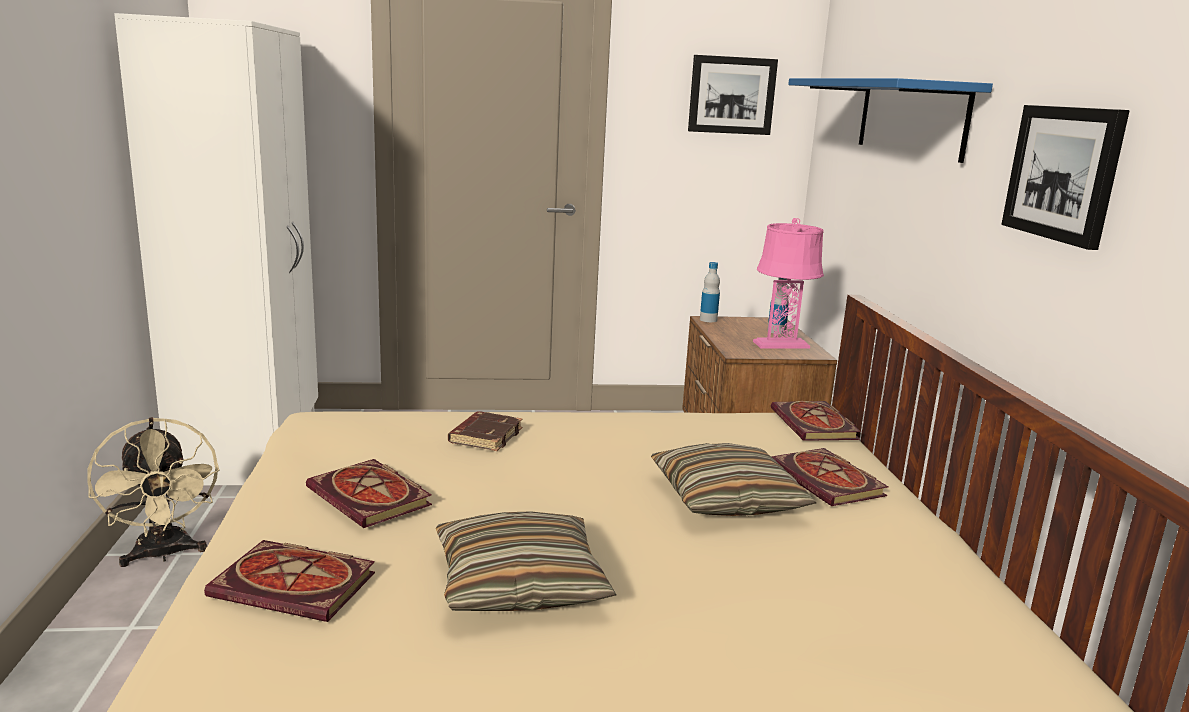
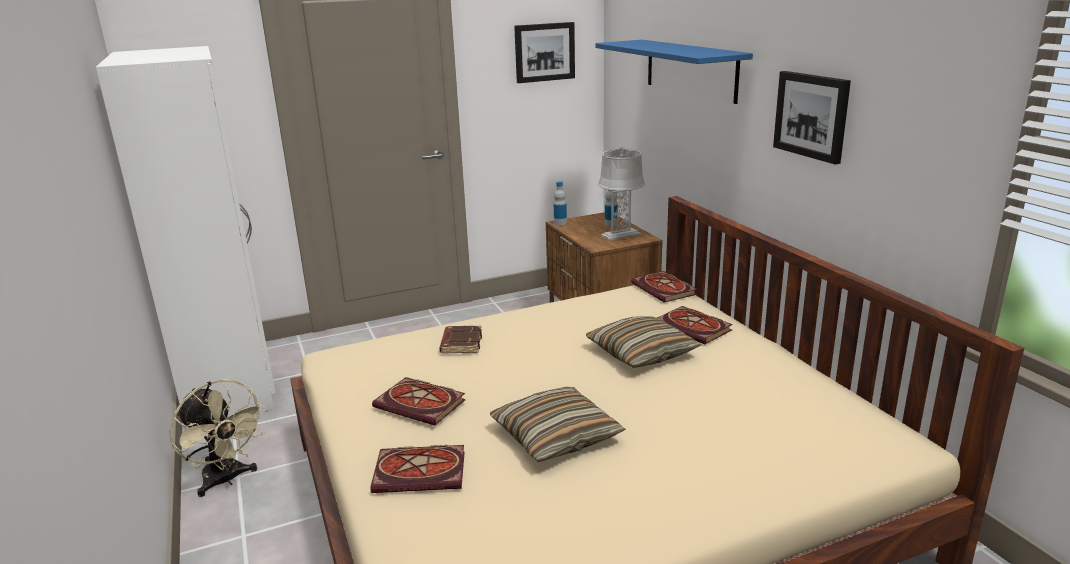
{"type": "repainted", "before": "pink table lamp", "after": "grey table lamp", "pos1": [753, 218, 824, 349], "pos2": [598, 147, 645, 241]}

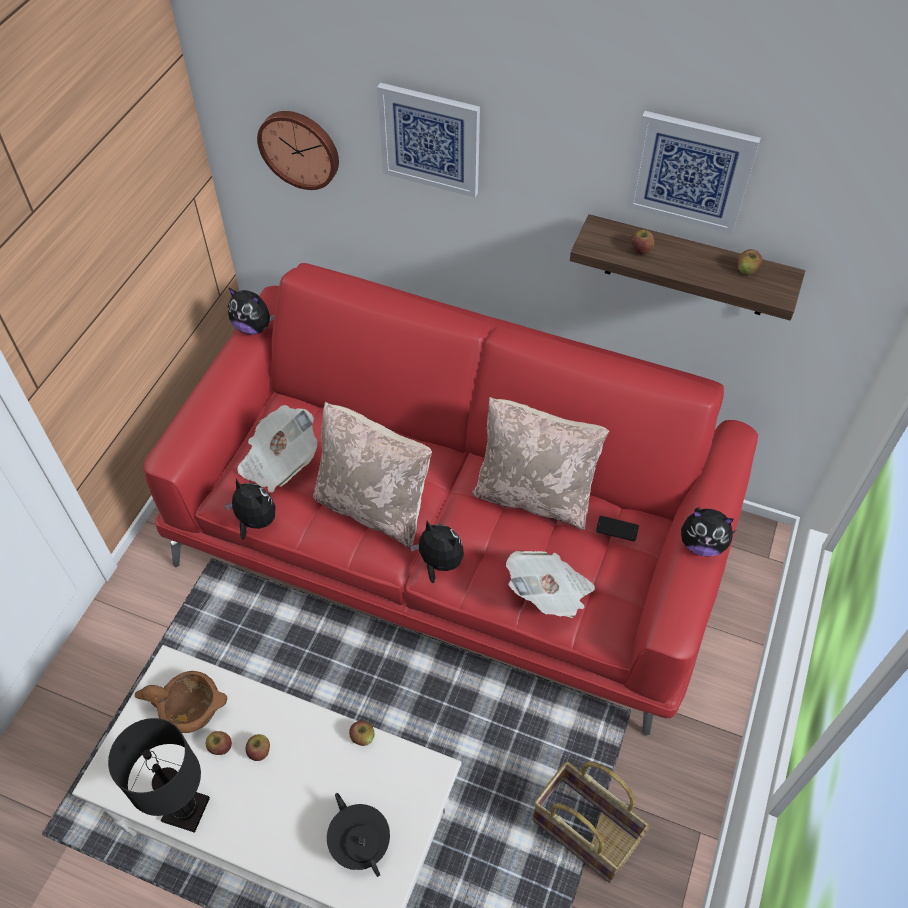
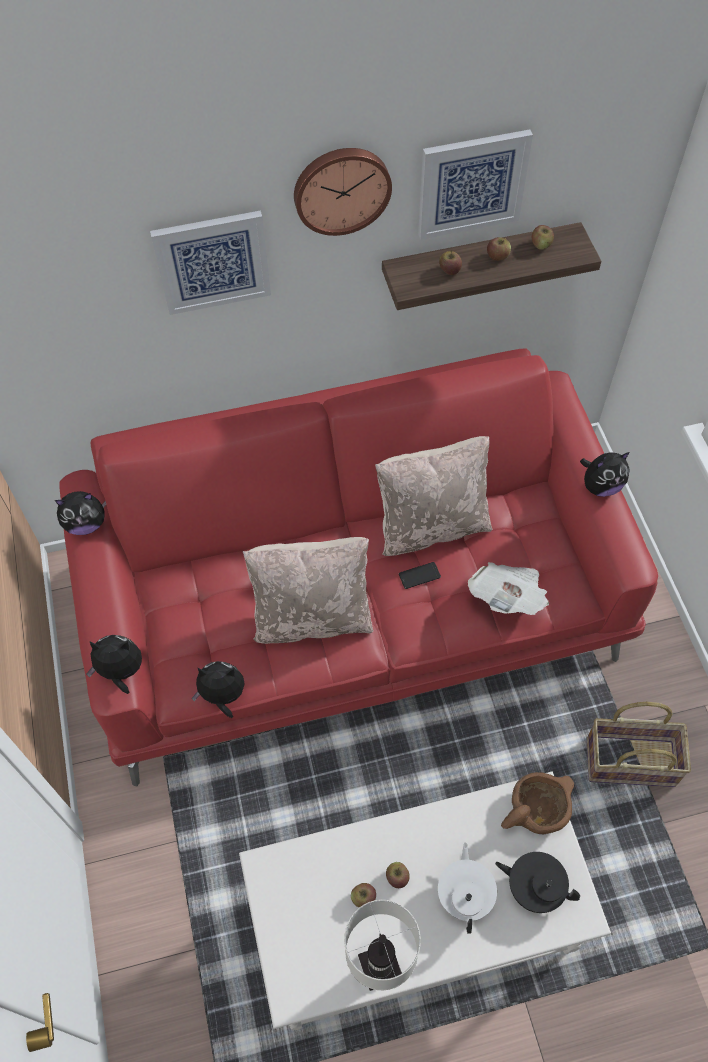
{"type": "shifted", "before": "wall clock", "pos1": [257, 111, 339, 190], "pos2": [294, 148, 392, 236]}
{"type": "gone", "before": "newspaper", "pos1": [237, 405, 317, 492]}
{"type": "shifted", "before": "phone", "pos1": [596, 516, 639, 541], "pos2": [399, 562, 441, 589]}
{"type": "shifted", "before": "plush toy", "pos1": [410, 521, 464, 583], "pos2": [86, 635, 142, 694]}
{"type": "shifted", "before": "brown bowl", "pos1": [135, 671, 227, 733], "pos2": [501, 772, 574, 834]}
{"type": "repainted", "before": "black table lamp", "after": "white table lamp", "pos1": [108, 718, 210, 833], "pos2": [344, 900, 421, 991]}
{"type": "shifted", "before": "apple", "pos1": [349, 721, 374, 746], "pos2": [487, 237, 511, 261]}
{"type": "new", "after": "white teapot", "pos2": [438, 843, 497, 934]}

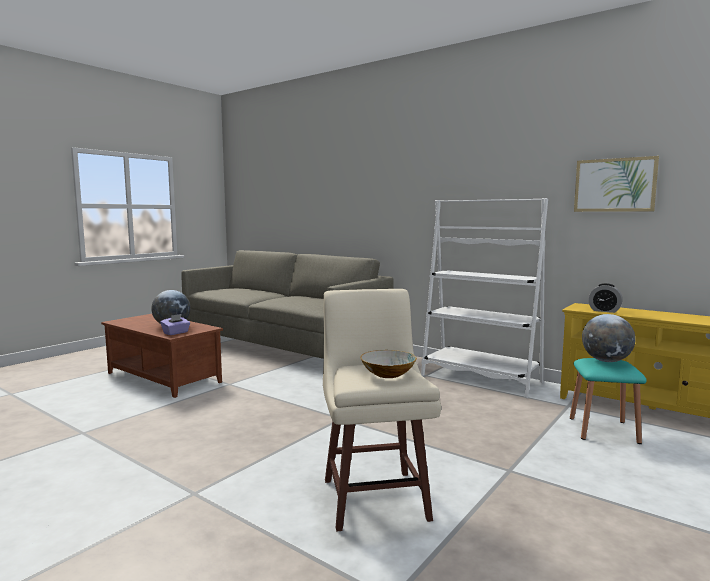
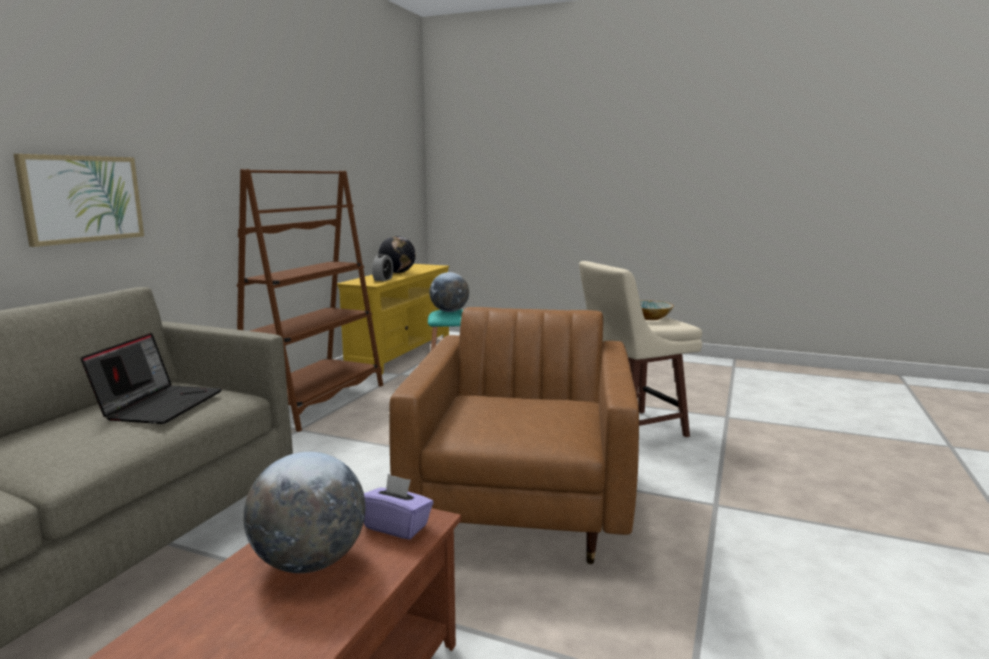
{"type": "shifted", "before": "picture", "pos1": [574, 156, 659, 212], "pos2": [14, 154, 144, 247]}
{"type": "repainted", "before": "white bookcase", "after": "brown bookcase", "pos1": [421, 198, 548, 398], "pos2": [237, 169, 383, 432]}
{"type": "new", "after": "globe", "pos2": [378, 236, 416, 273]}
{"type": "new", "after": "brown armchair", "pos2": [389, 307, 639, 564]}
{"type": "new", "after": "laptop", "pos2": [81, 333, 222, 424]}

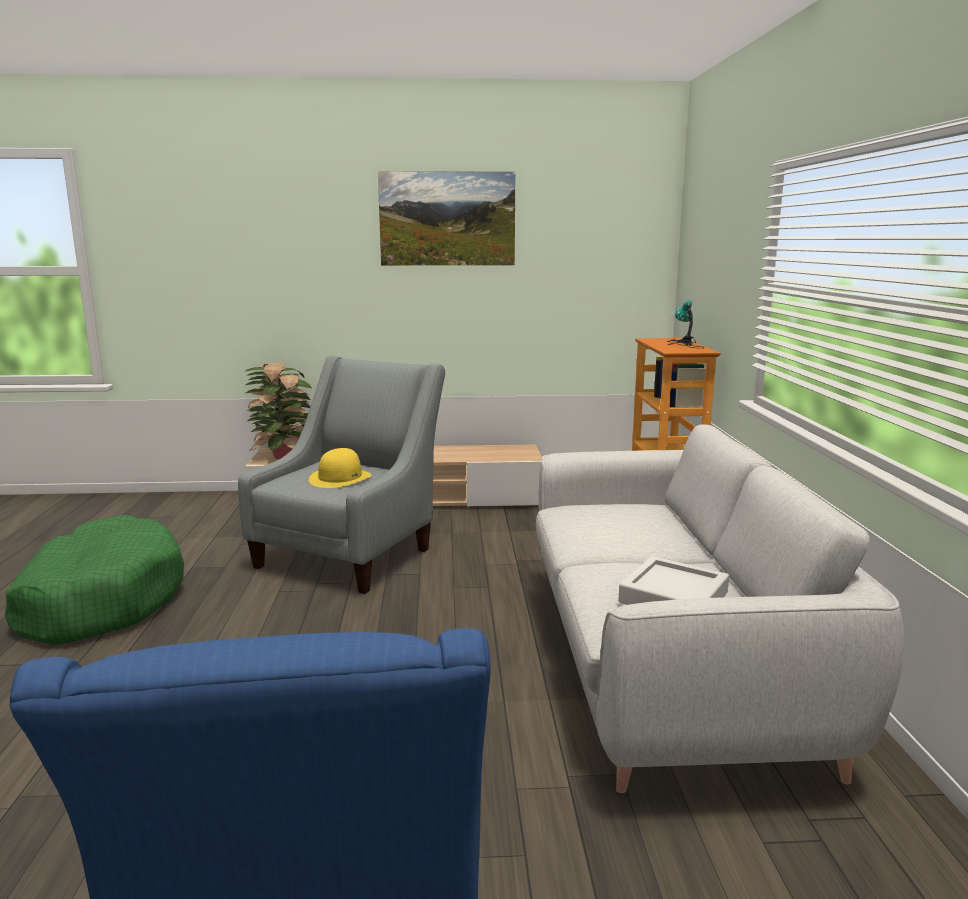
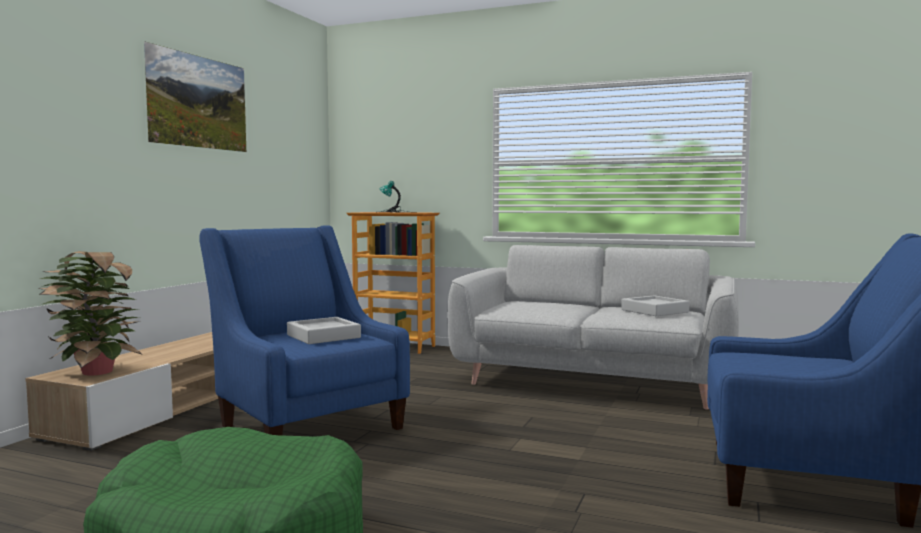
{"type": "repainted", "before": "grey armchair", "after": "blue armchair", "pos1": [238, 356, 445, 594], "pos2": [199, 225, 410, 435]}
{"type": "swapped", "before": "yellow hat", "after": "grey tray", "pos1": [309, 448, 371, 488], "pos2": [287, 317, 361, 344]}

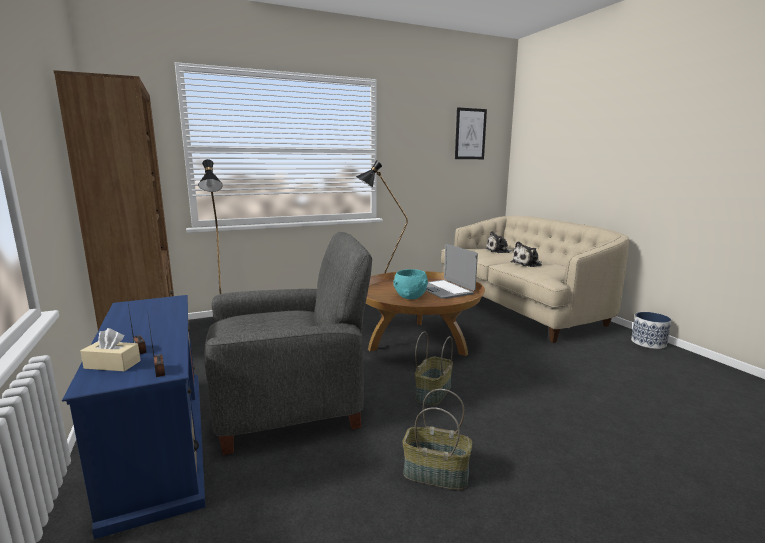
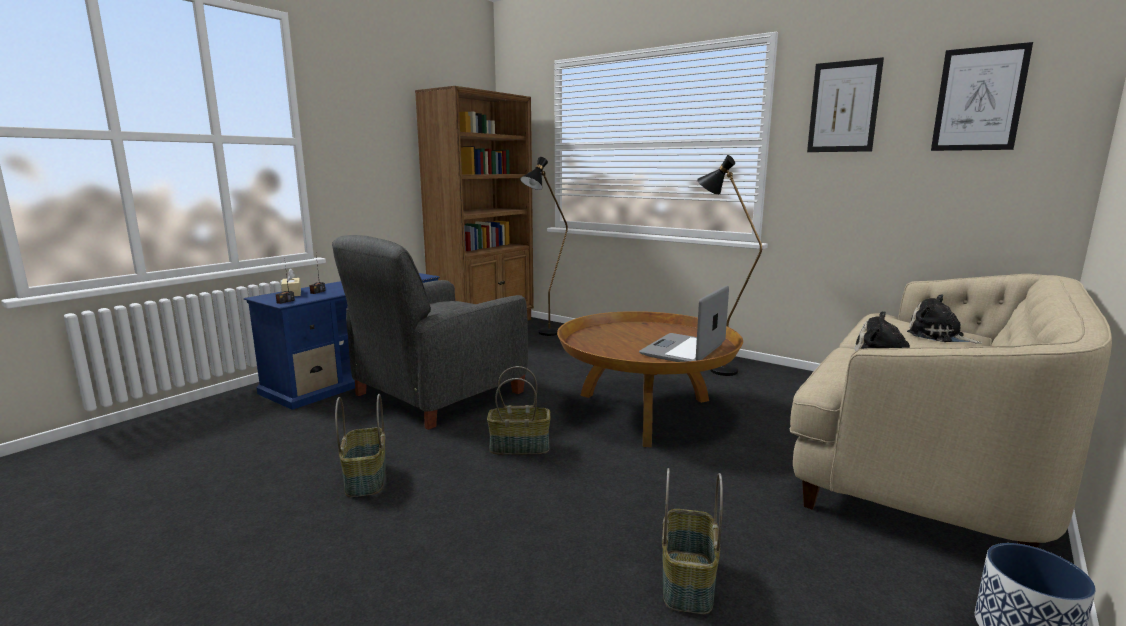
{"type": "rotated", "before": "grey armchair", "pos1": [204, 232, 372, 455], "pos2": [332, 235, 528, 430], "turn": 90}
{"type": "gone", "before": "turquoise bowl", "pos1": [393, 269, 428, 299]}
{"type": "new", "after": "picture", "pos2": [807, 57, 884, 152]}
{"type": "new", "after": "basket", "pos2": [662, 468, 723, 614]}

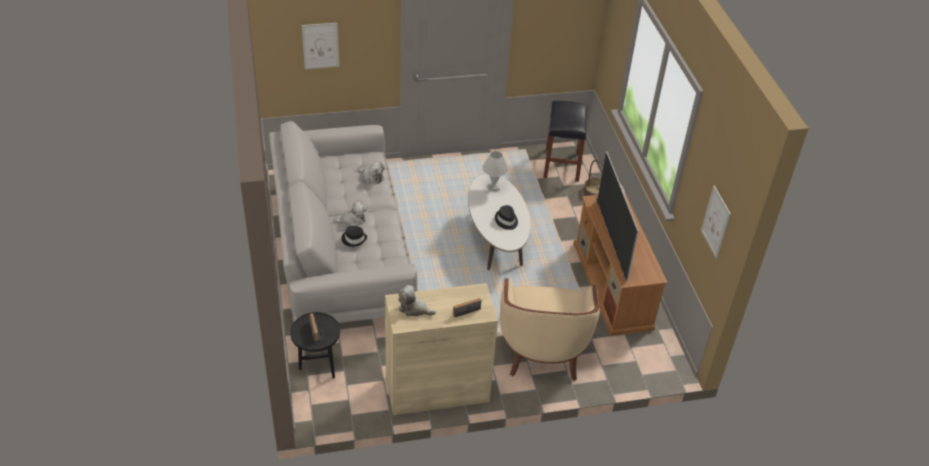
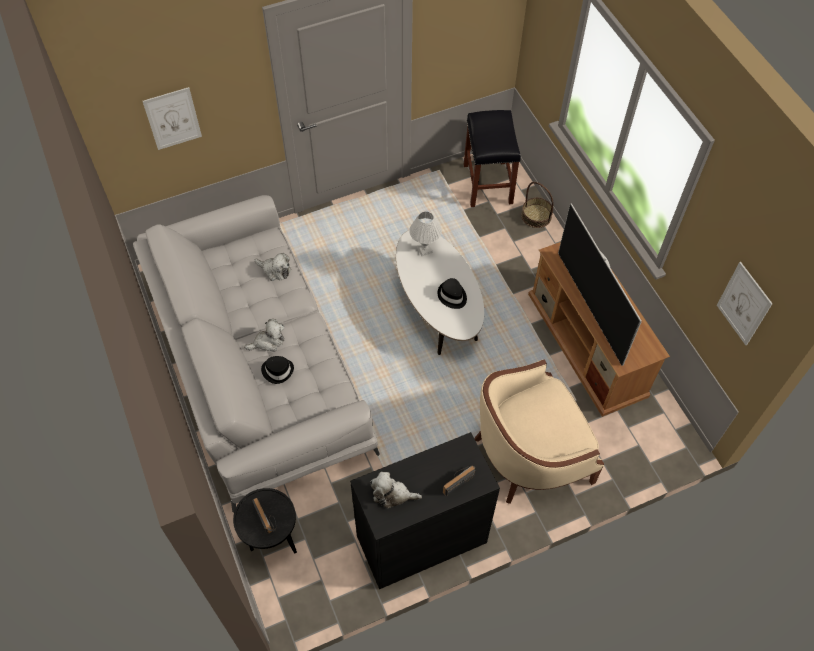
{"type": "rotated", "before": "beige armchair", "pos1": [500, 278, 600, 381], "pos2": [475, 359, 604, 504], "turn": 75}
{"type": "repainted", "before": "beige cabinet", "after": "black cabinet", "pos1": [385, 283, 498, 415], "pos2": [350, 432, 500, 589]}

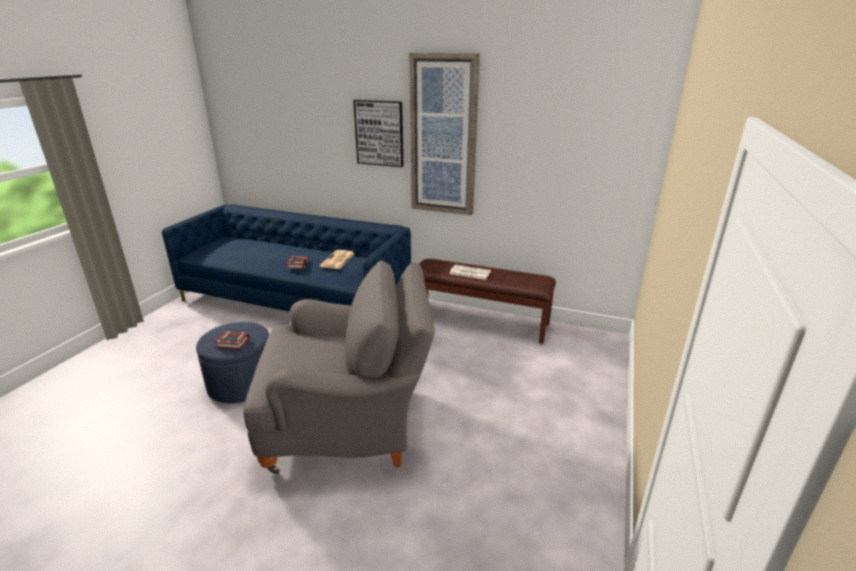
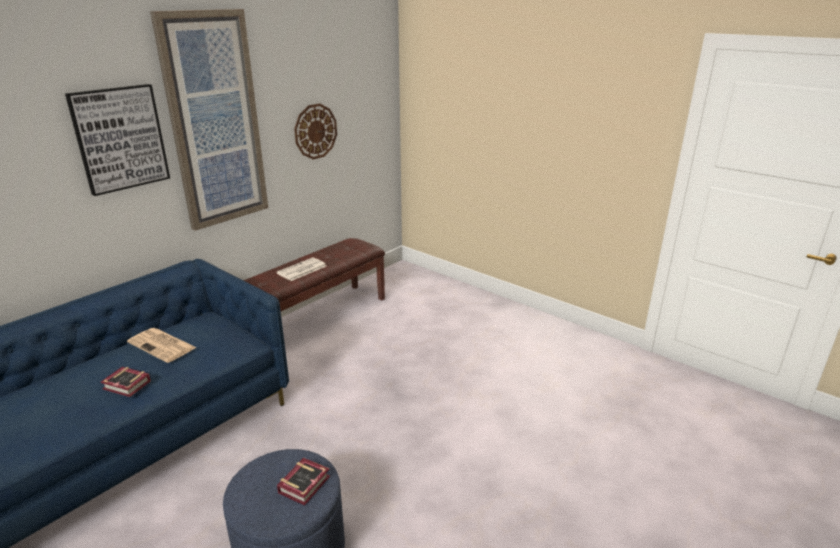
{"type": "gone", "before": "grey armchair", "pos1": [244, 260, 435, 474]}
{"type": "new", "after": "wall clock", "pos2": [294, 103, 337, 160]}

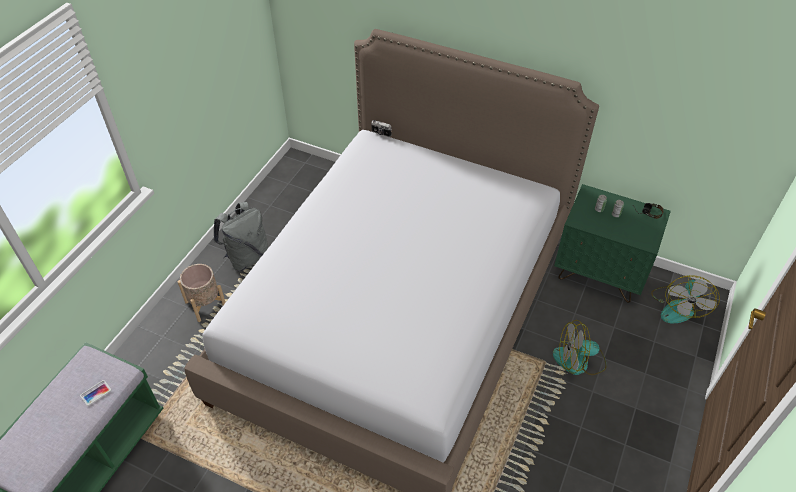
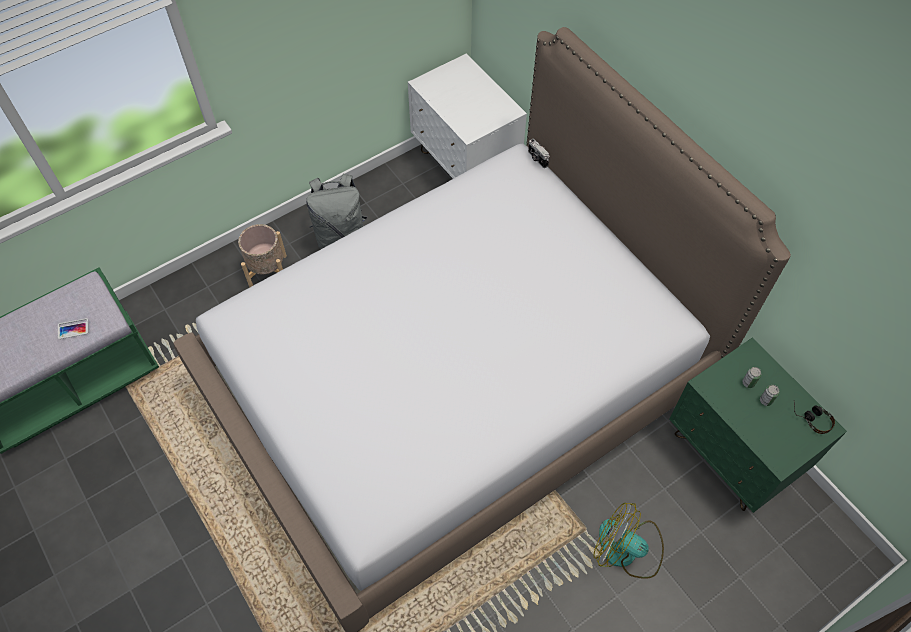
{"type": "gone", "before": "fan", "pos1": [651, 275, 720, 324]}
{"type": "new", "after": "white nightstand", "pos2": [408, 53, 527, 179]}

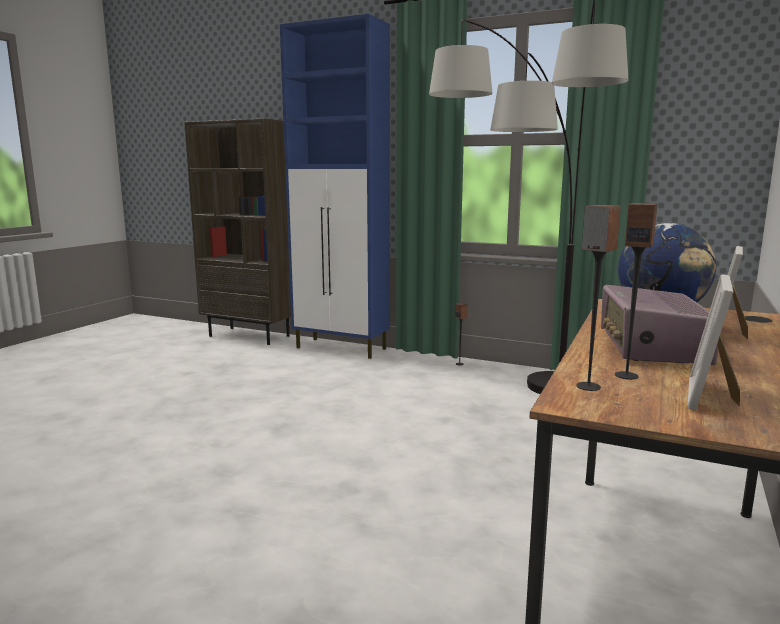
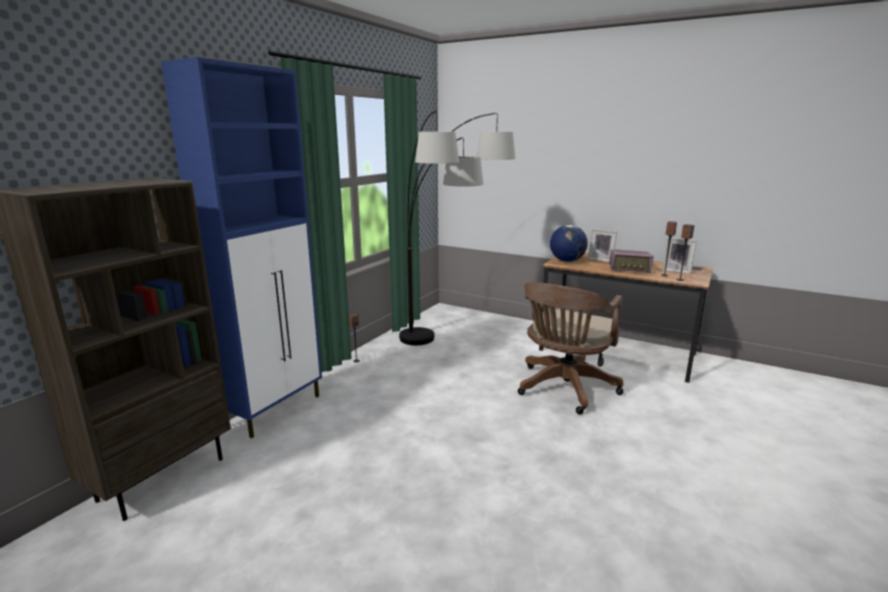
{"type": "new", "after": "brown office chair", "pos2": [518, 282, 623, 414]}

